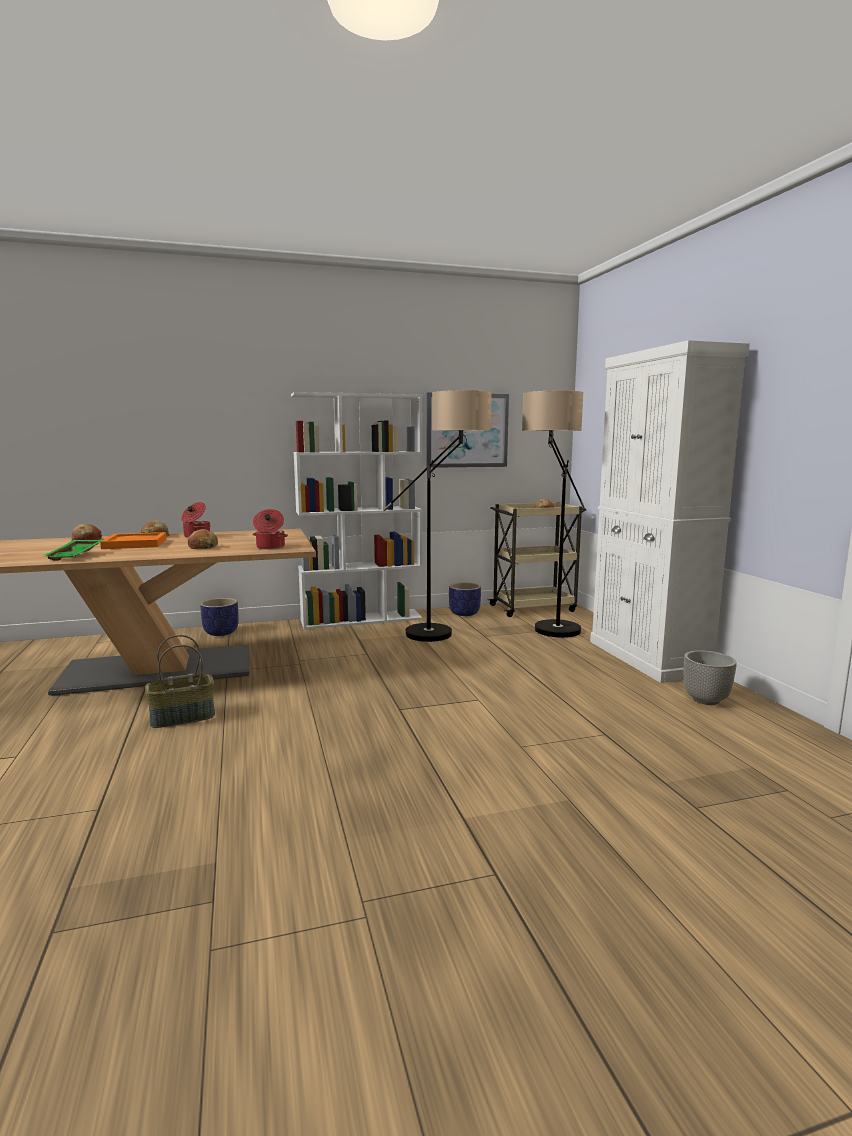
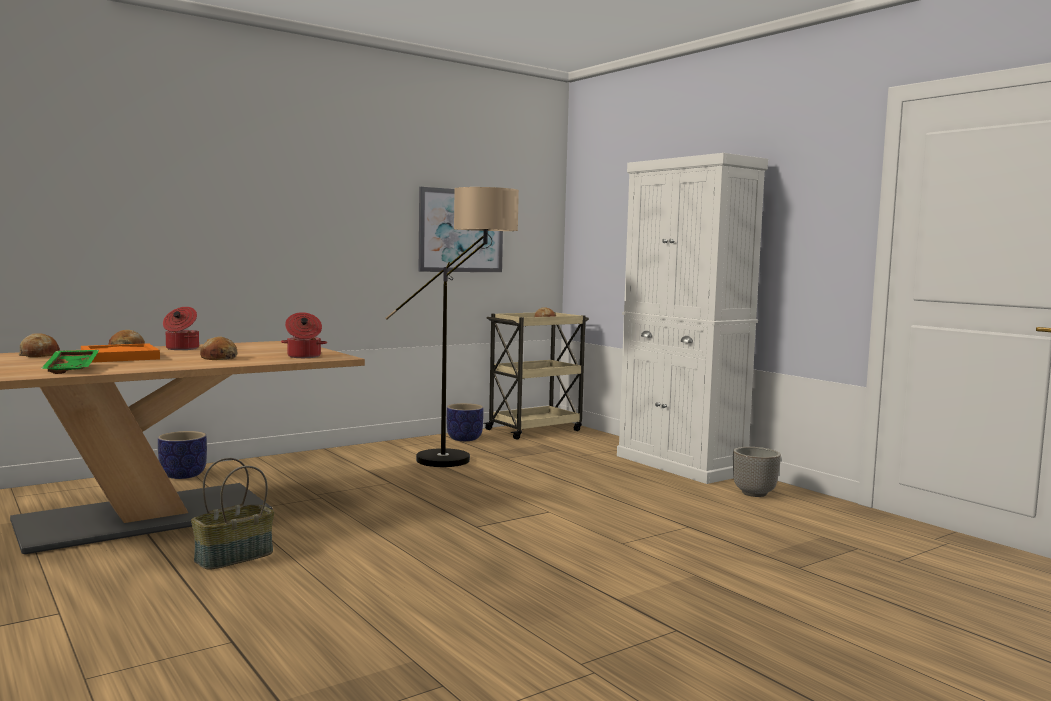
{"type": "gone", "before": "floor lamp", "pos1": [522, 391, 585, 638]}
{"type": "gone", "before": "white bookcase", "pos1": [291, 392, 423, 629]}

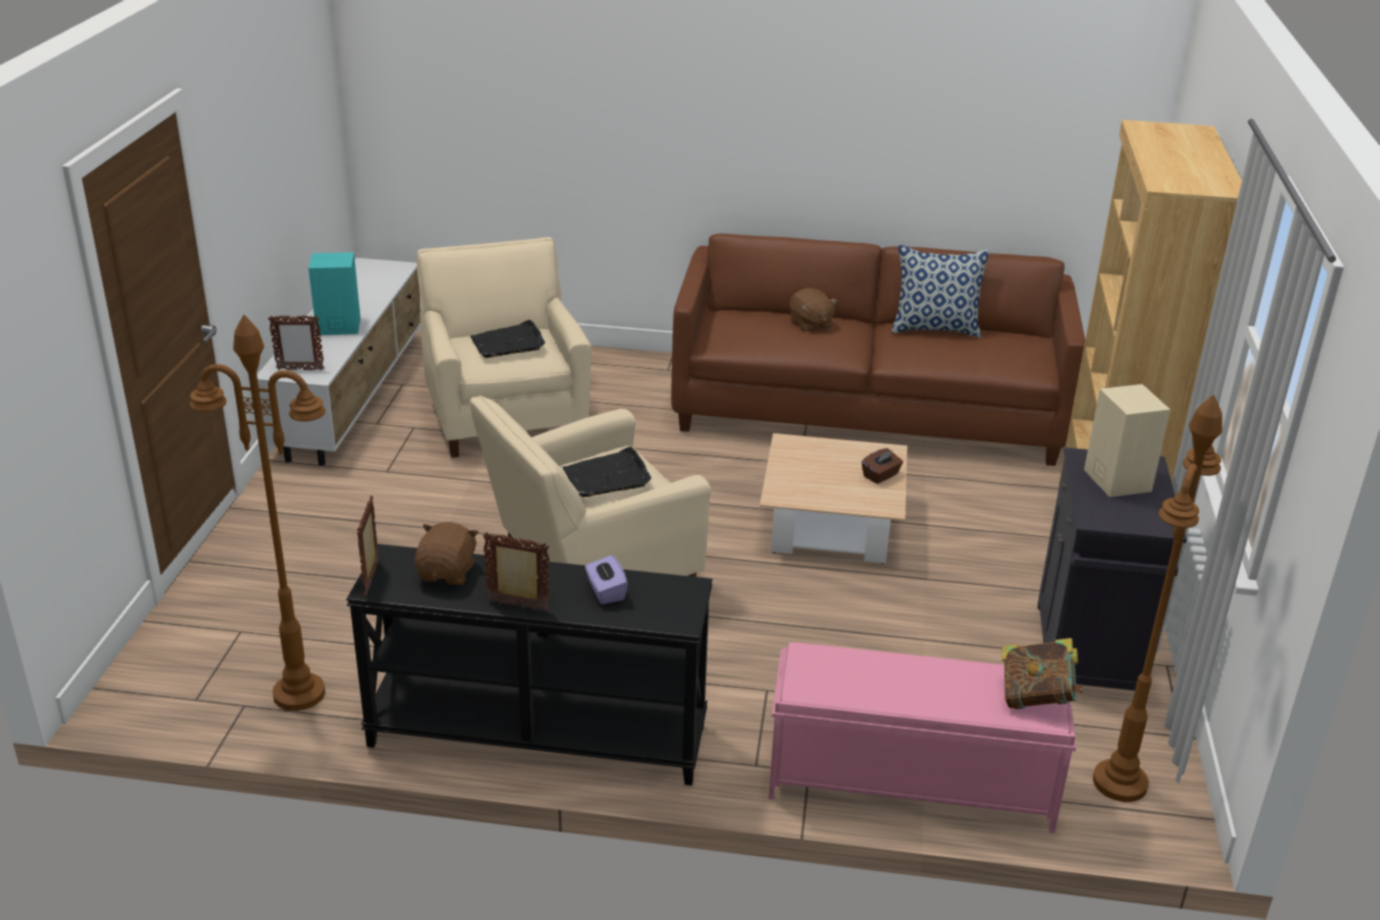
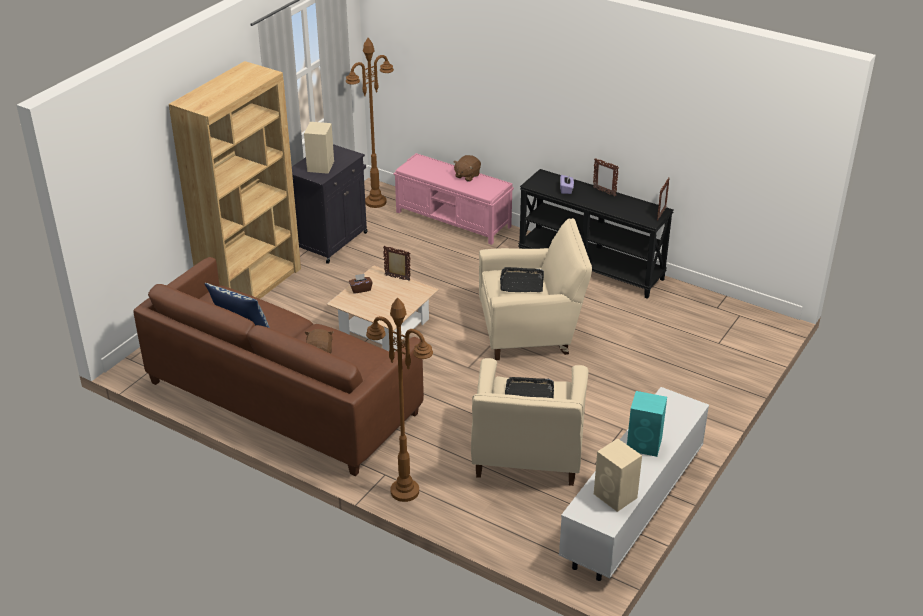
{"type": "shifted", "before": "brown floor lamp", "pos1": [190, 315, 325, 711], "pos2": [366, 297, 433, 502]}
{"type": "shifted", "before": "picture frame", "pos1": [268, 315, 325, 370], "pos2": [383, 246, 411, 281]}
{"type": "shifted", "before": "brown plush toy", "pos1": [415, 522, 479, 585], "pos2": [453, 155, 481, 182]}
{"type": "gone", "before": "book", "pos1": [1002, 638, 1083, 709]}
{"type": "new", "after": "beige speaker", "pos2": [594, 438, 642, 512]}

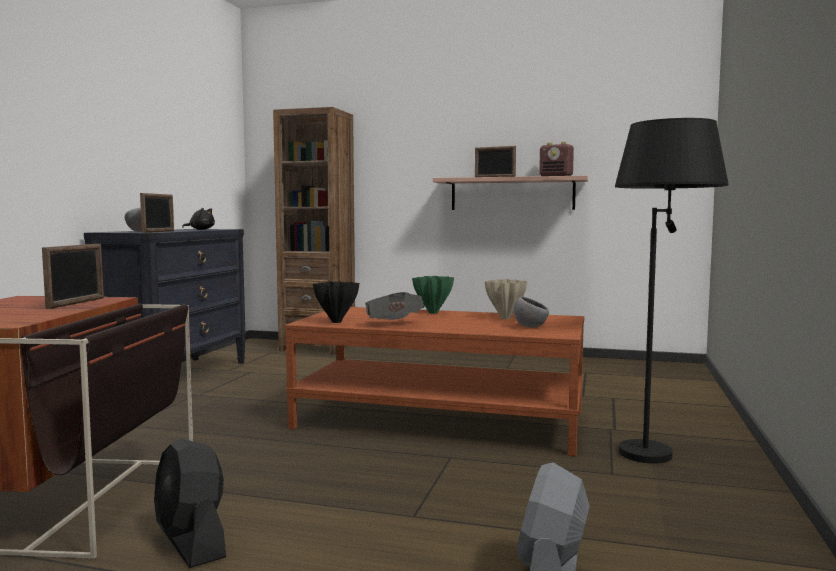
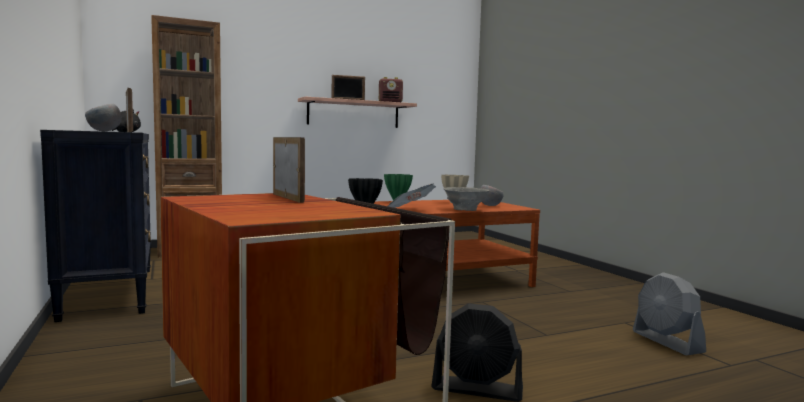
{"type": "gone", "before": "black floor lamp", "pos1": [615, 118, 728, 464]}
{"type": "new", "after": "grey bowl", "pos2": [444, 187, 490, 211]}

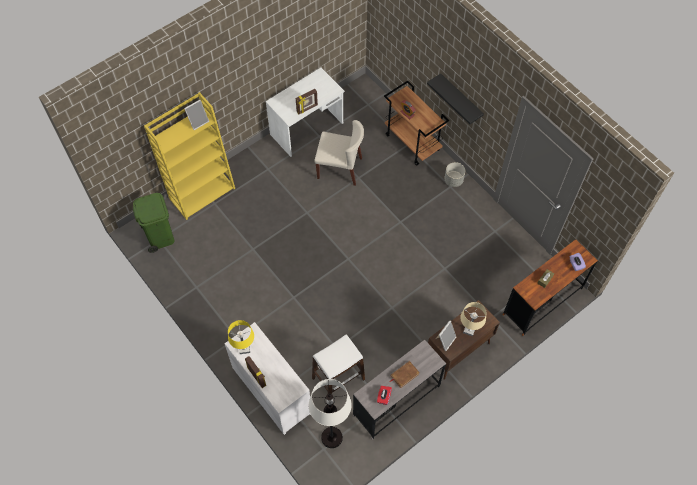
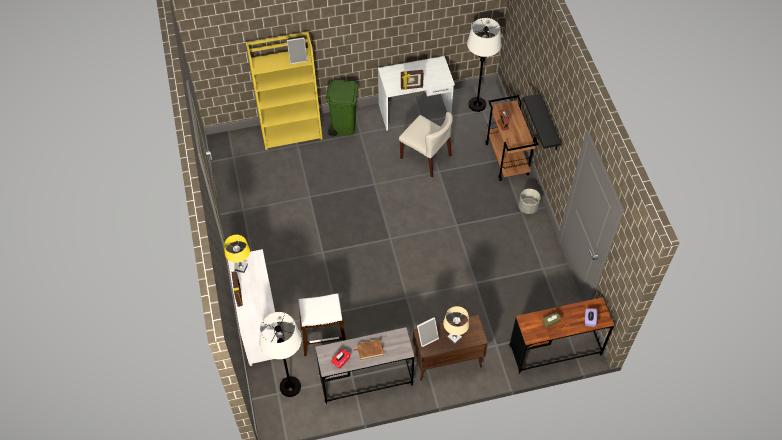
{"type": "shifted", "before": "green trash can", "pos1": [133, 193, 174, 253], "pos2": [326, 80, 358, 136]}
{"type": "new", "after": "white floor lamp", "pos2": [467, 18, 501, 112]}

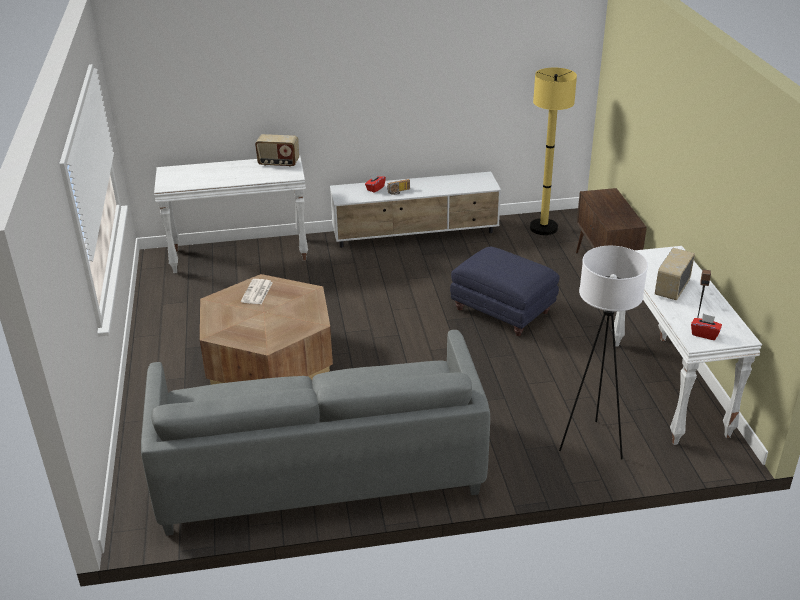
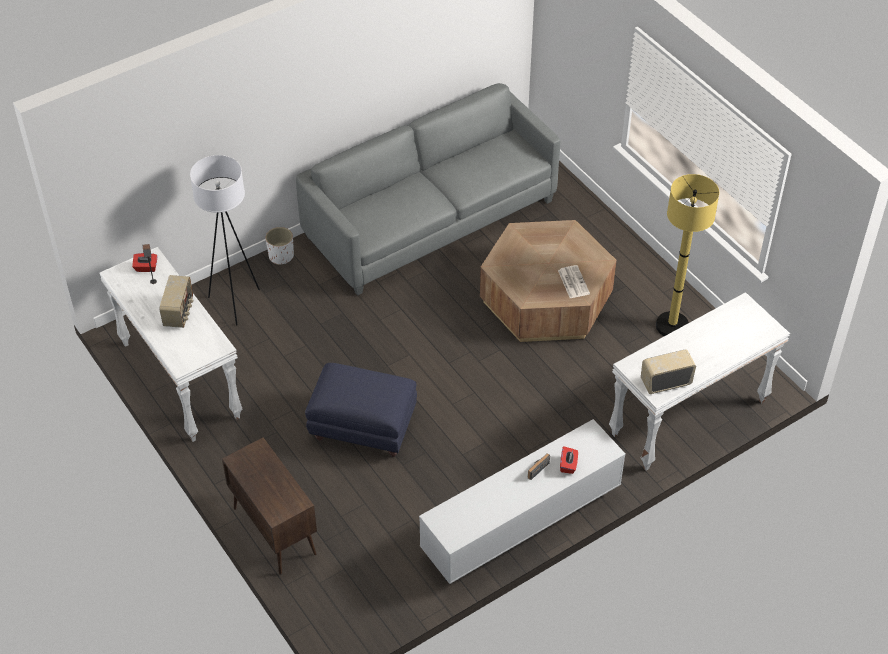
{"type": "shifted", "before": "yellow floor lamp", "pos1": [530, 67, 577, 235], "pos2": [656, 174, 719, 336]}
{"type": "new", "after": "white planter", "pos2": [266, 227, 294, 265]}

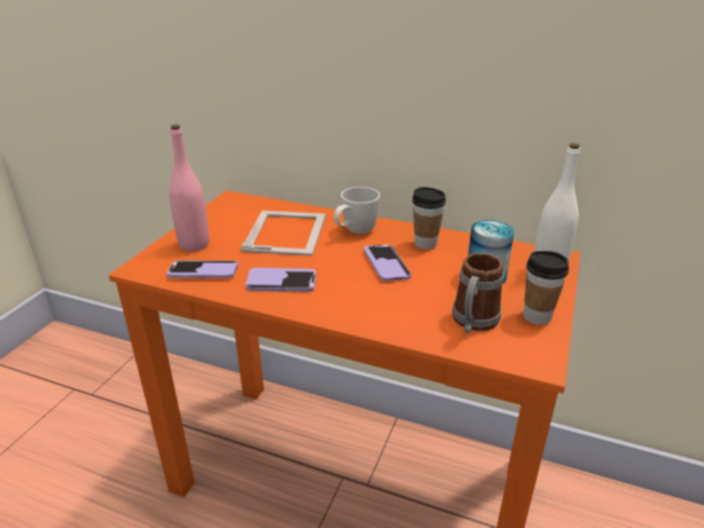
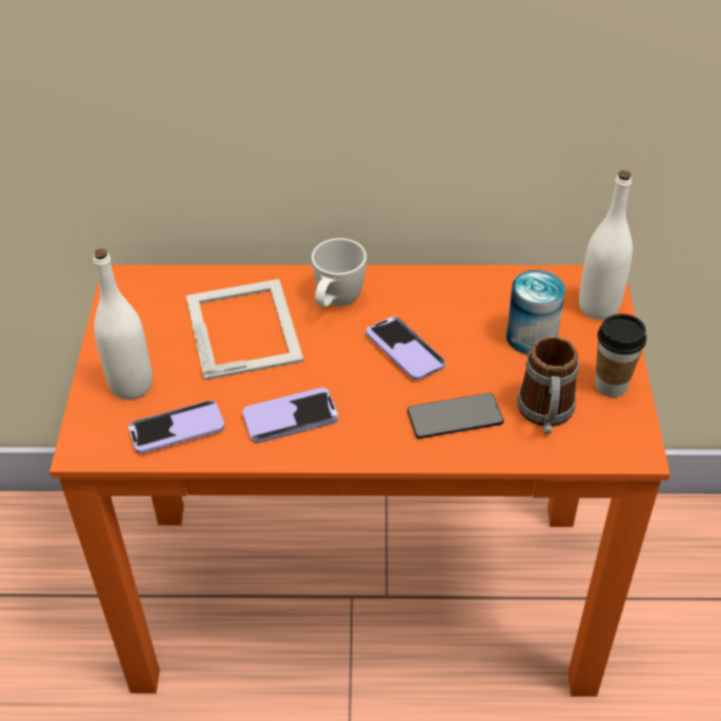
{"type": "repainted", "before": "pink bottle", "after": "white bottle", "pos1": [169, 125, 209, 251], "pos2": [93, 248, 152, 400]}
{"type": "gone", "before": "cup", "pos1": [412, 187, 446, 250]}
{"type": "new", "after": "phone", "pos2": [407, 393, 504, 439]}

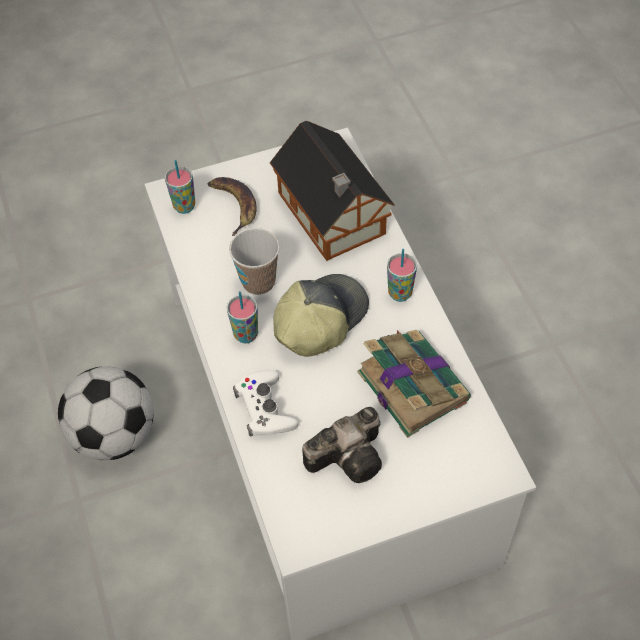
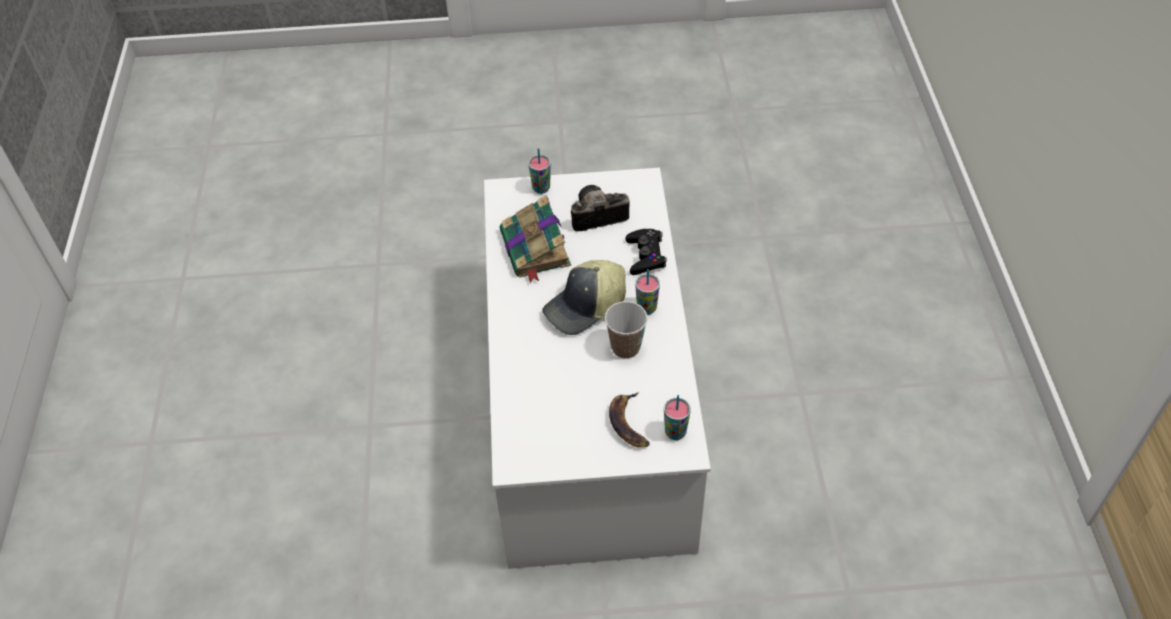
{"type": "gone", "before": "toy house", "pos1": [270, 121, 395, 261]}
{"type": "shifted", "before": "cup", "pos1": [387, 249, 417, 302], "pos2": [528, 148, 551, 194]}
{"type": "gone", "before": "football", "pos1": [58, 366, 154, 460]}
{"type": "repainted", "before": "white game controller", "after": "black game controller", "pos1": [233, 370, 298, 437], "pos2": [625, 229, 667, 275]}

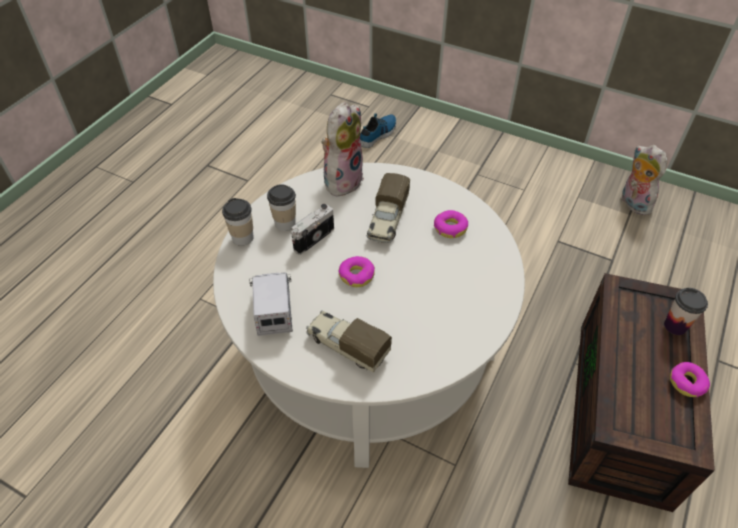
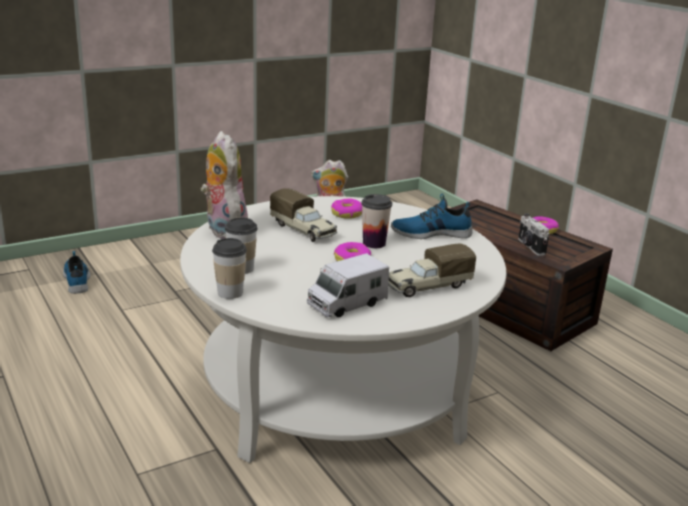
{"type": "shifted", "before": "photo camera", "pos1": [291, 204, 334, 255], "pos2": [518, 213, 549, 256]}
{"type": "rotated", "before": "toy truck", "pos1": [249, 272, 293, 336], "pos2": [307, 253, 389, 317], "turn": -60}
{"type": "shifted", "before": "cup", "pos1": [664, 288, 708, 335], "pos2": [361, 194, 392, 248]}
{"type": "new", "after": "shoe", "pos2": [391, 194, 473, 239]}

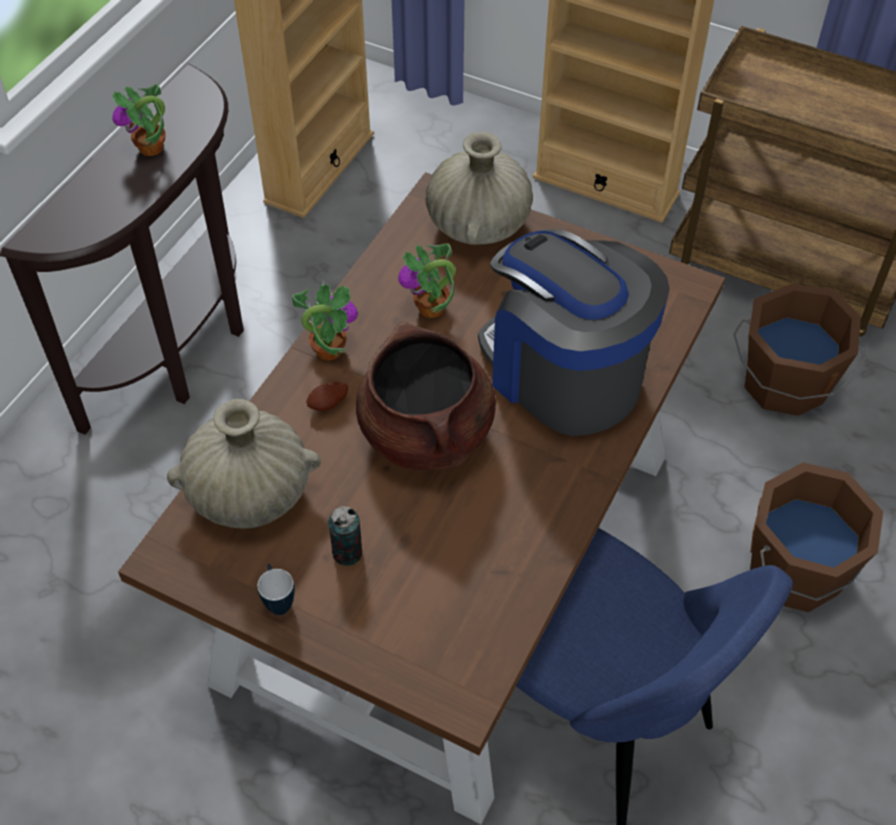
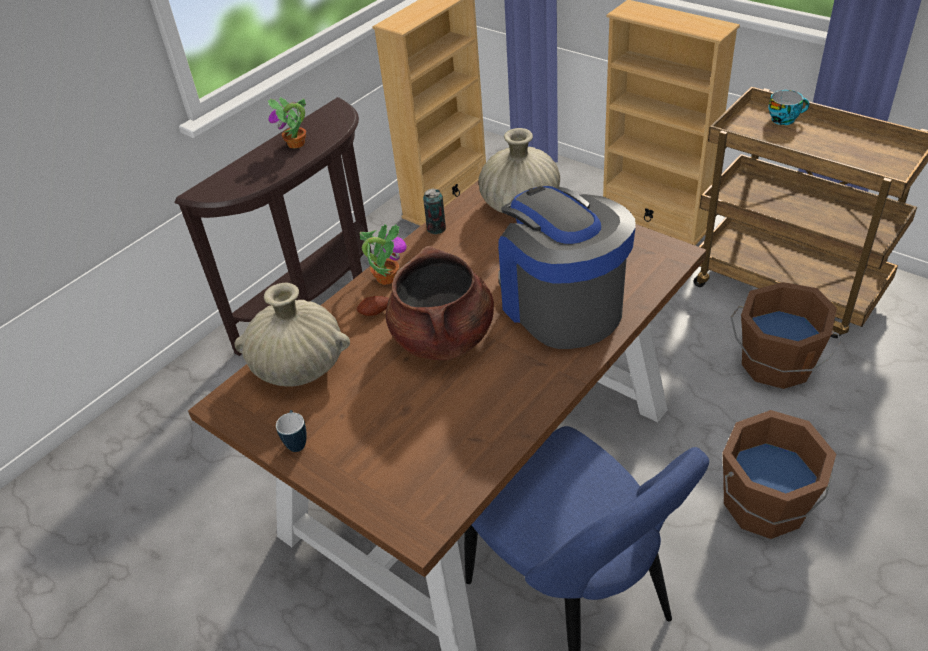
{"type": "gone", "before": "potted plant", "pos1": [398, 244, 456, 318]}
{"type": "shifted", "before": "can", "pos1": [328, 506, 362, 566], "pos2": [423, 189, 446, 234]}
{"type": "new", "after": "cup", "pos2": [768, 90, 809, 125]}

